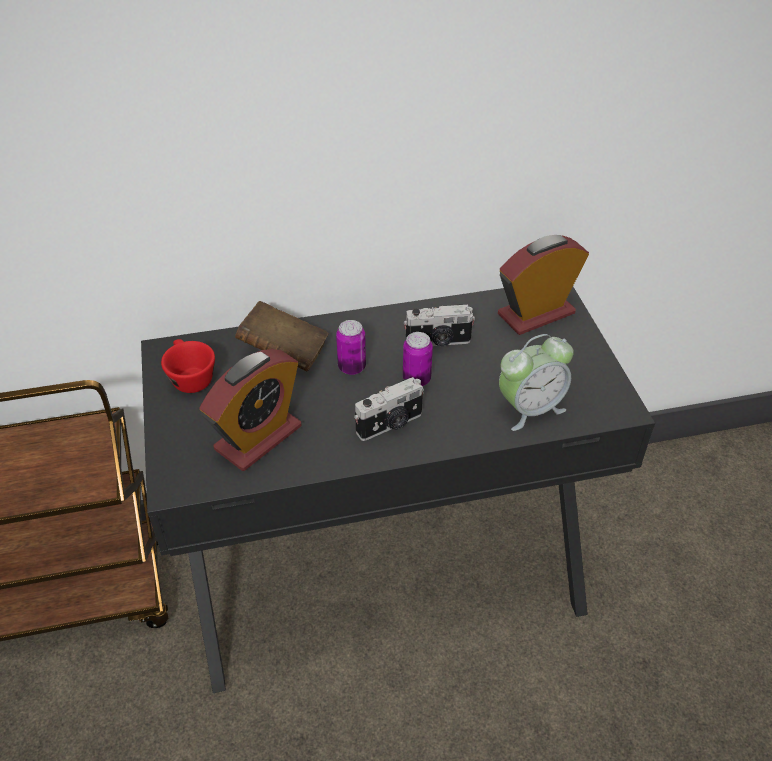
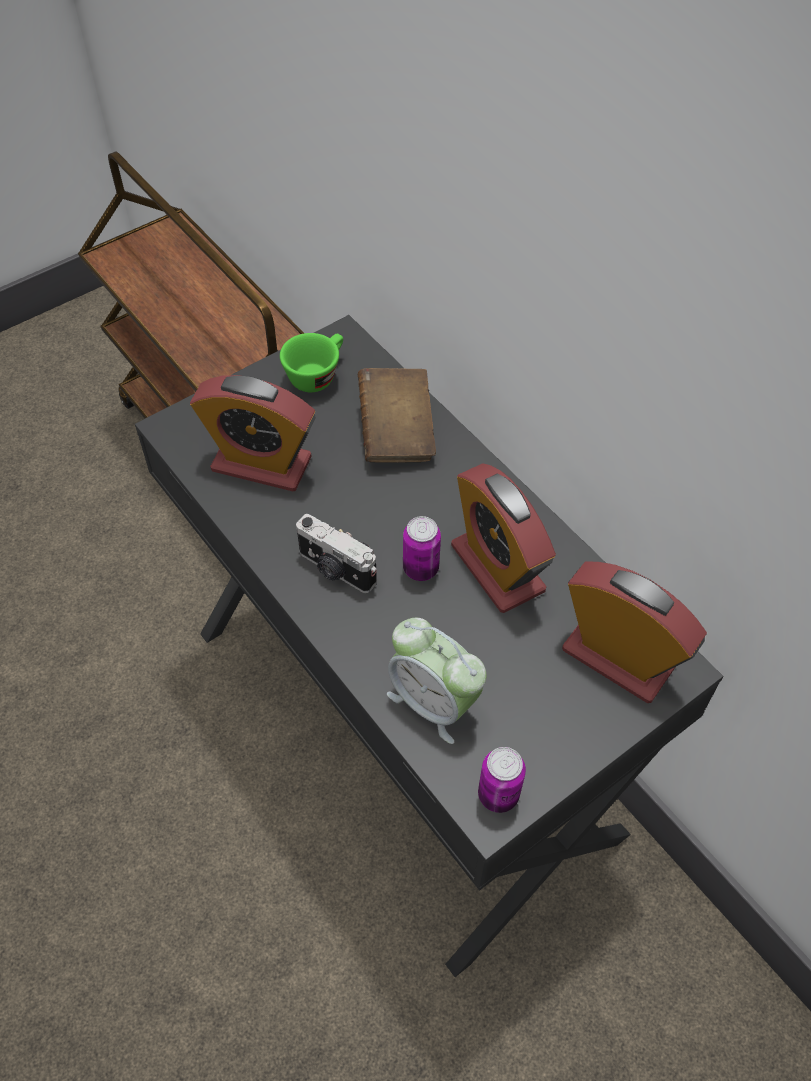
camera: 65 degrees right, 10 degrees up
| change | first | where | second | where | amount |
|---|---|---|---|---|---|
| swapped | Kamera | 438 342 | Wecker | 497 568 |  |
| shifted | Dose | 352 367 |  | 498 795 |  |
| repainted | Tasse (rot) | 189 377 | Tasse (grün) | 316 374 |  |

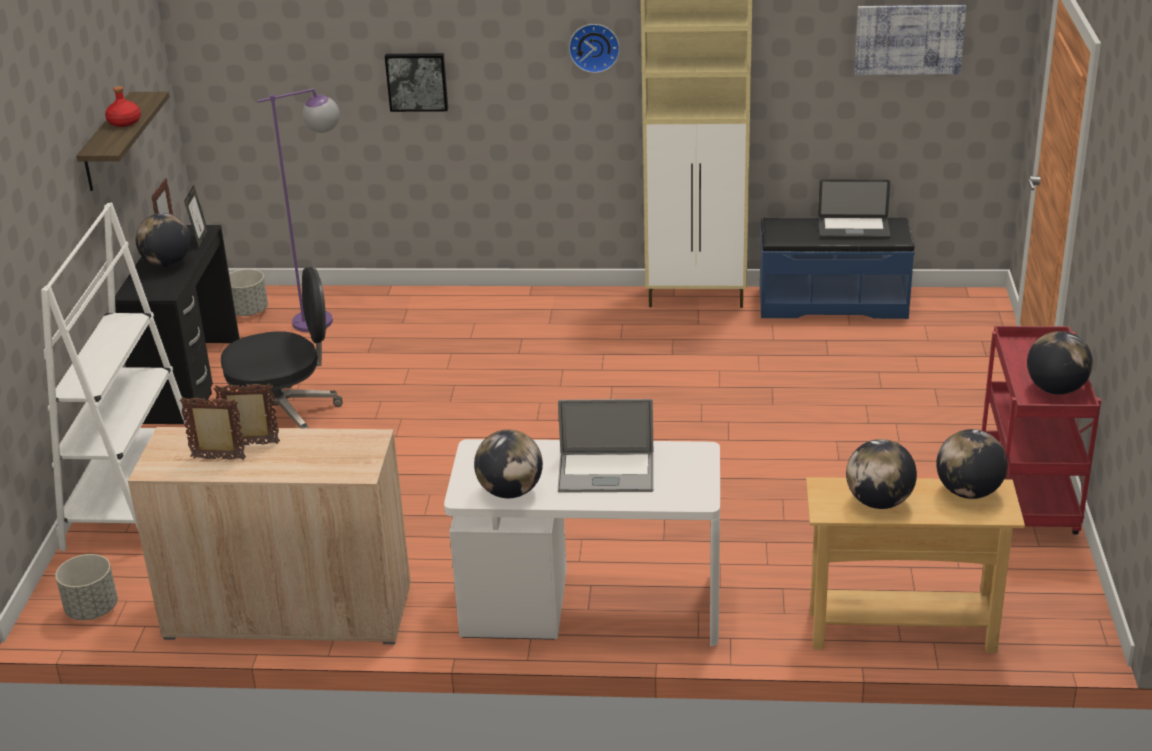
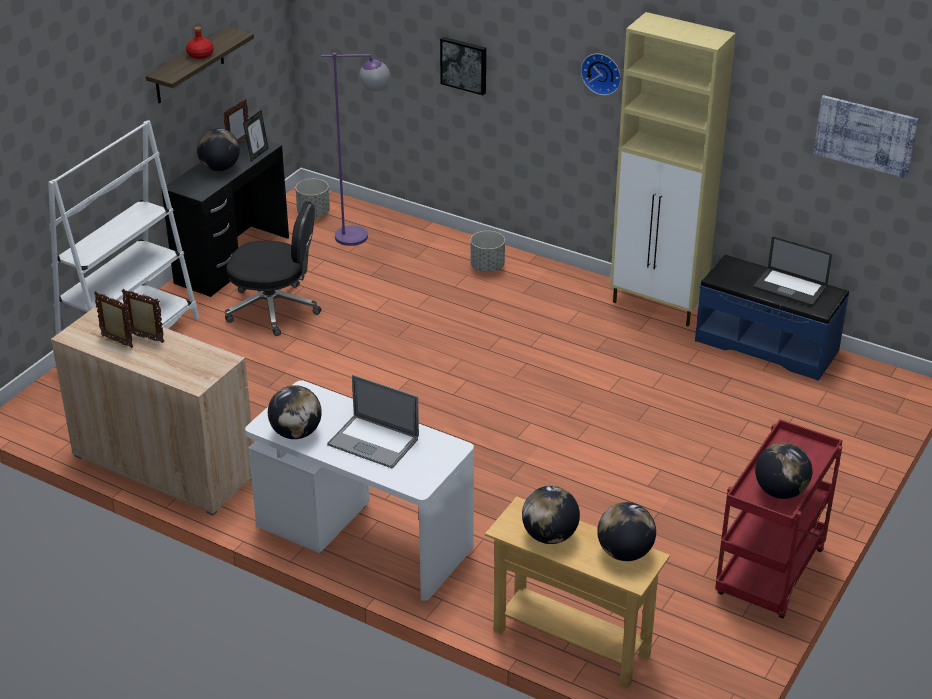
camera: 25 degrees right, 5 degrees up
| change | first | where | second | where | amount |
|---|---|---|---|---|---|
| shifted | Pflanzkübel (grau) | 92 609 |  | 487 267 |  |

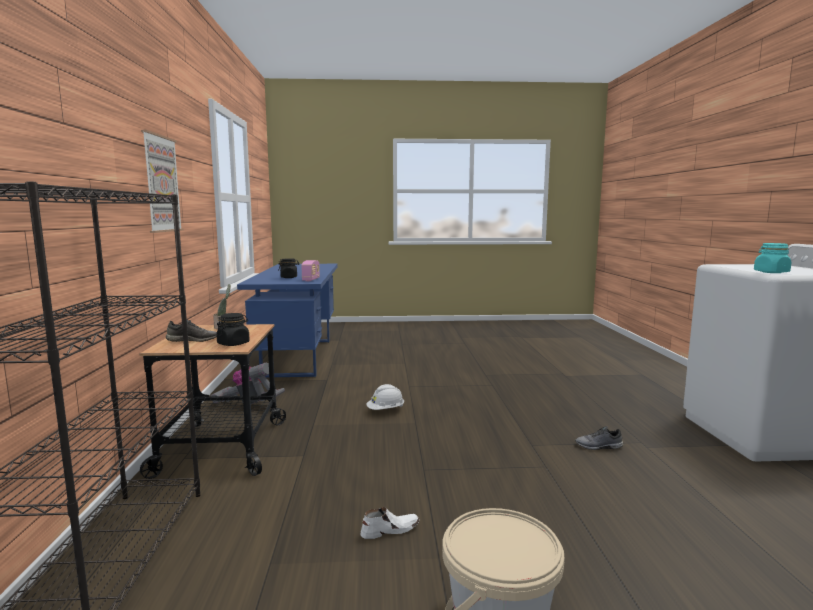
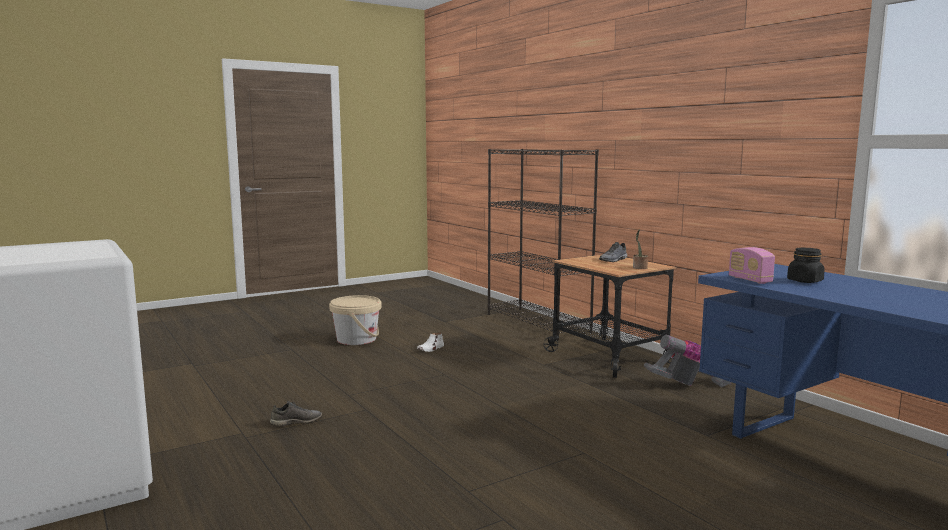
camera: 150 degrees right, 0 degrees up
| change | first | where | second | where | amount |
|---|---|---|---|---|---|
| gone | Bild | 161 184 |  |  |  |
| gone | Vorratsglas (türkis) | 771 272 |  |  |  |
| gone | Vorratsglas (schwarz) | 233 343 |  |  |  |
| gone | Schutzhelm (weiß) | 385 410 |  |  |  |

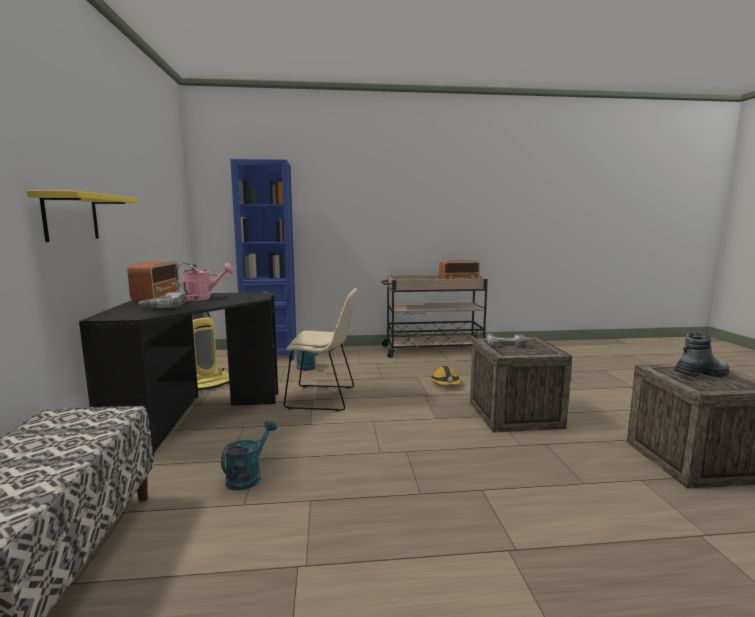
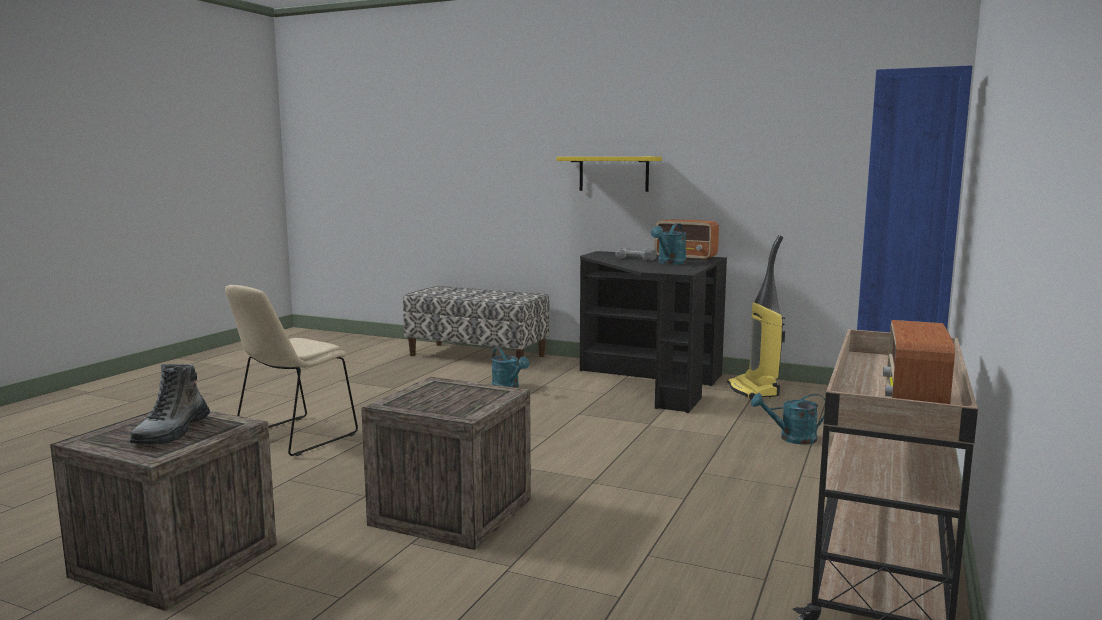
camera: 120 degrees right, 0 degrees up
| change | first | where | second | where | amount |
|---|---|---|---|---|---|
| repainted | Gießkanne (rosa) | 203 298 | Gießkanne (türkis) | 669 263 |  |
| shifted | Stuhl (beige) | 324 398 |  | 293 437 |  |
| gone | Bohrmaschine | 504 344 |  |  |  |
| gone | Schutzhelm | 445 384 |  |  |  |

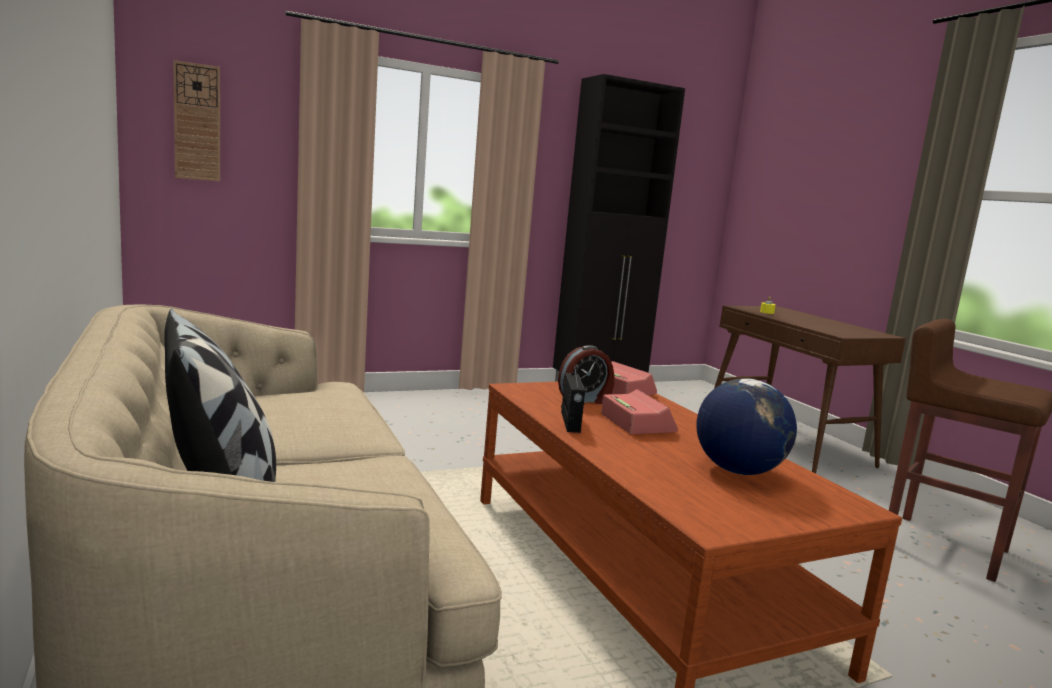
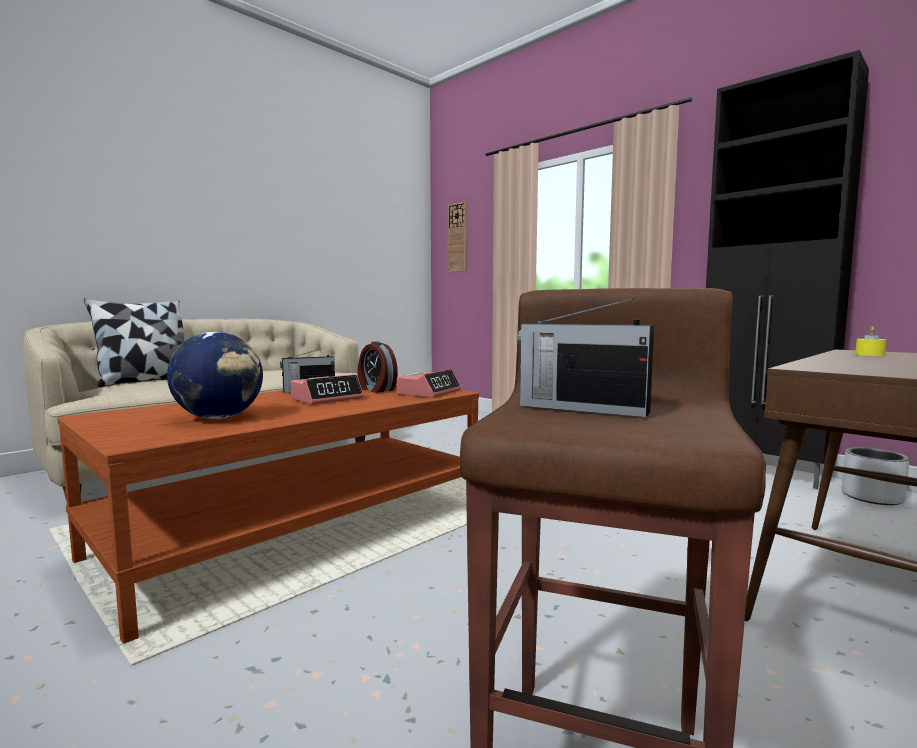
camera: 70 degrees right, 5 degrees down
| change | first | where | second | where | amount |
|---|---|---|---|---|---|
| new |  |  | Radio | 580 408 |  |
| new |  |  | Pflanzkübel (grau) | 872 497 |  |

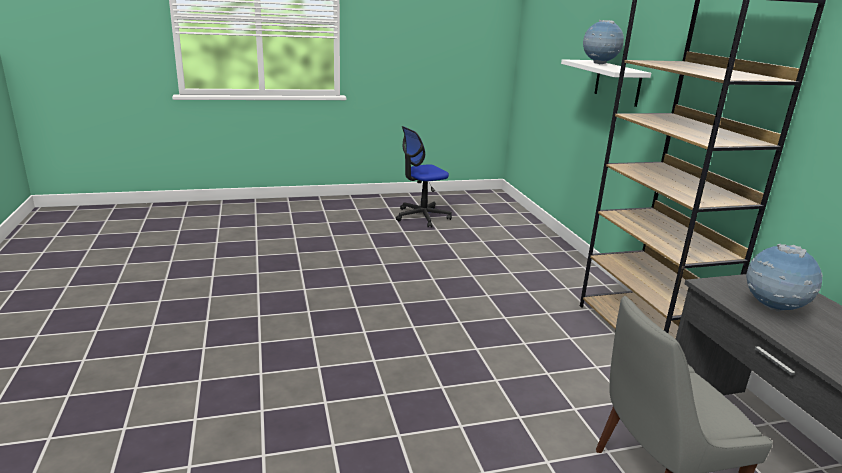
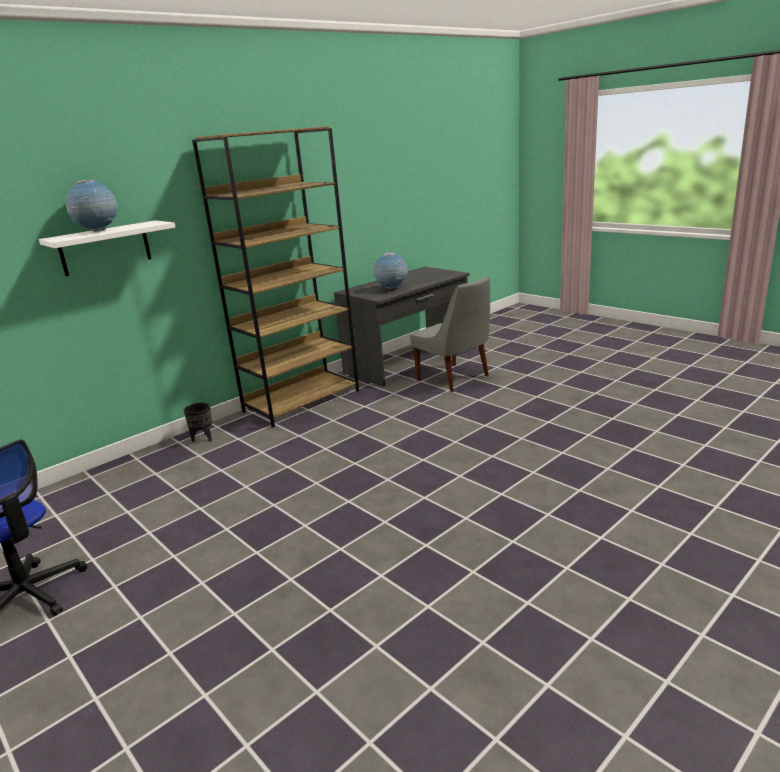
camera: 115 degrees left, 0 degrees up
| change | first | where | second | where | amount |
|---|---|---|---|---|---|
| new |  |  | Pflanzkübel (schwarz) | 203 439 |  |

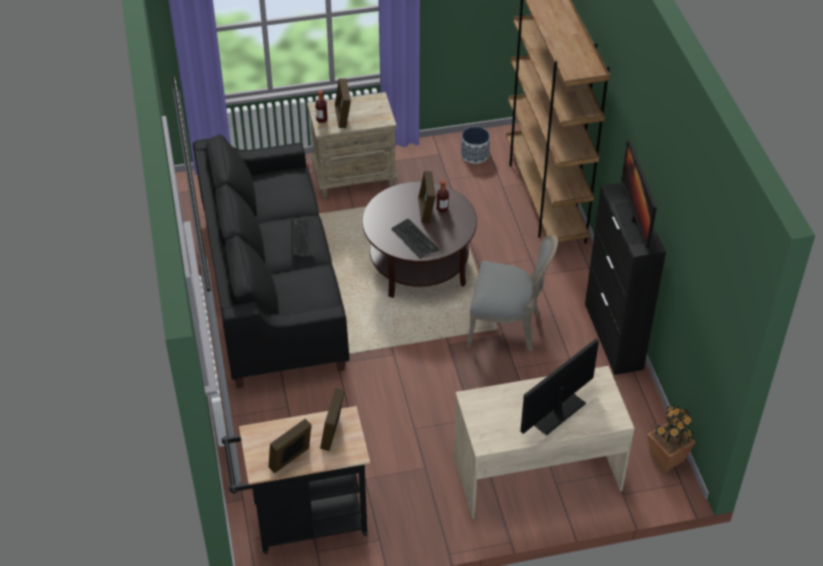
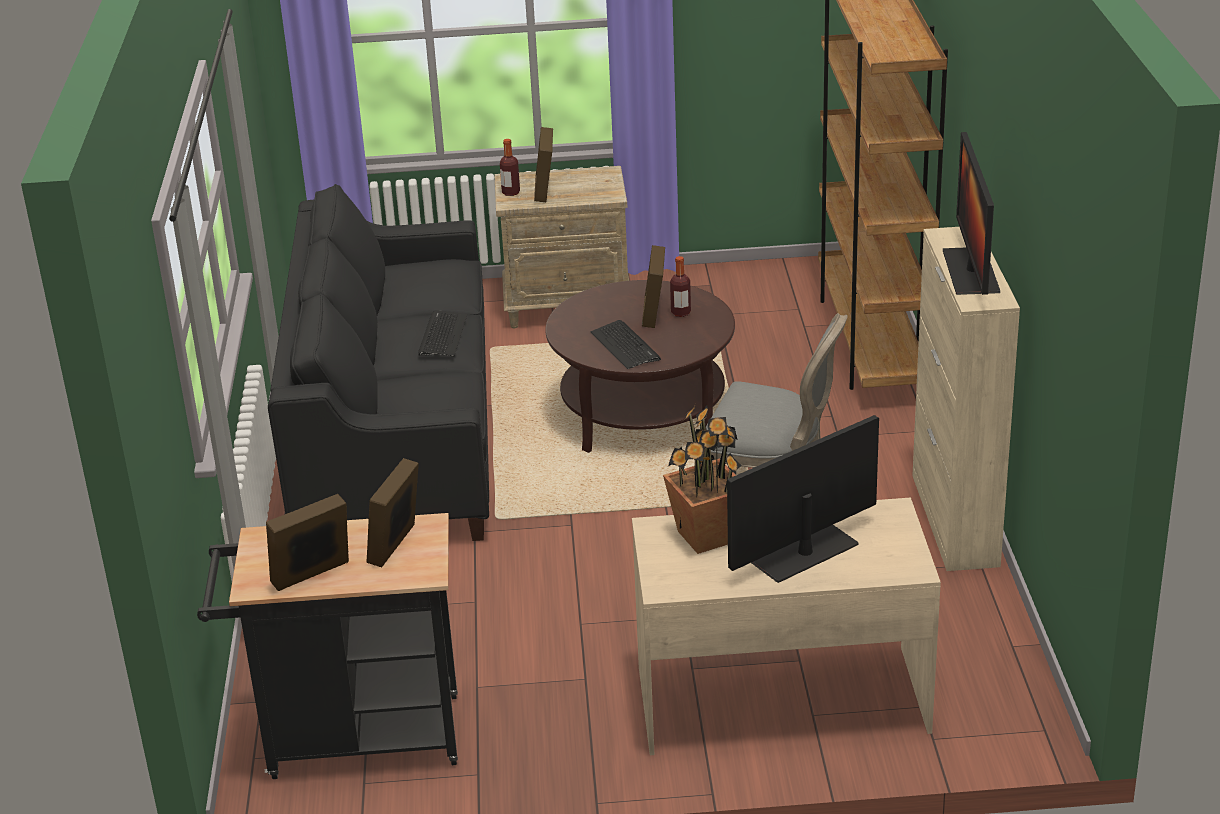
camera: 10 degrees right, 15 degrees down
| change | first | where | second | where | amount |
|---|---|---|---|---|---|
| gone | Pflanzkübel | 475 155 |  |  |  |
| repainted | Schrank (schwarz) | 613 336 | Schrank (beige) | 954 520 |  |
| shifted | Topfpflanze | 667 458 |  | 707 536 |  |

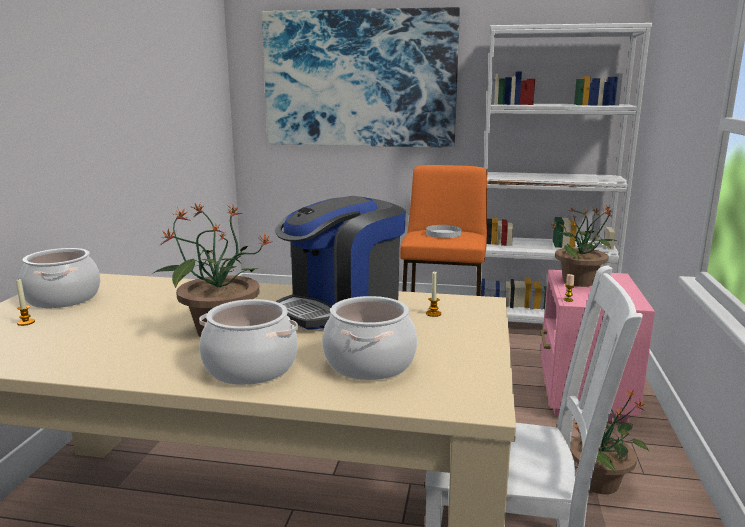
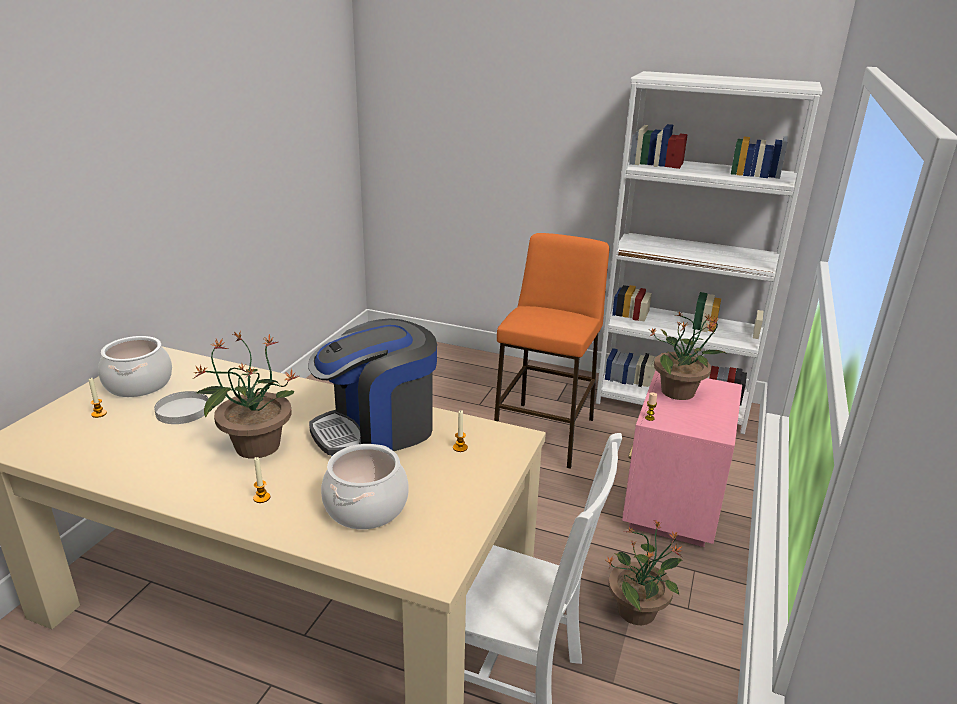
camera: 10 degrees right, 10 degrees up
| change | first | where | second | where | amount |
|---|---|---|---|---|---|
| gone | Bild | 359 79 |  |  |  |
| shifted | Teller (weiß) | 443 233 |  | 182 410 |  |
| swapped | Kochtopf | 250 367 | Kerze | 261 498 |  |

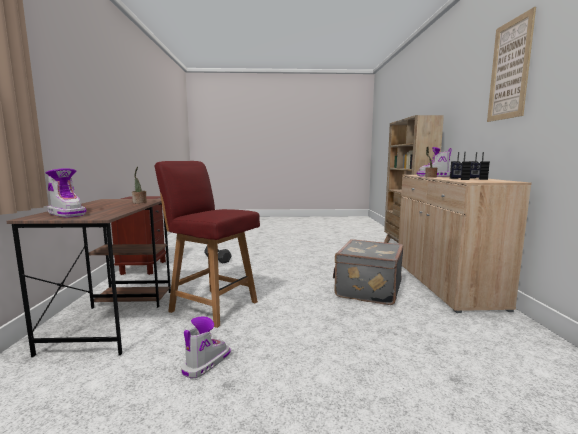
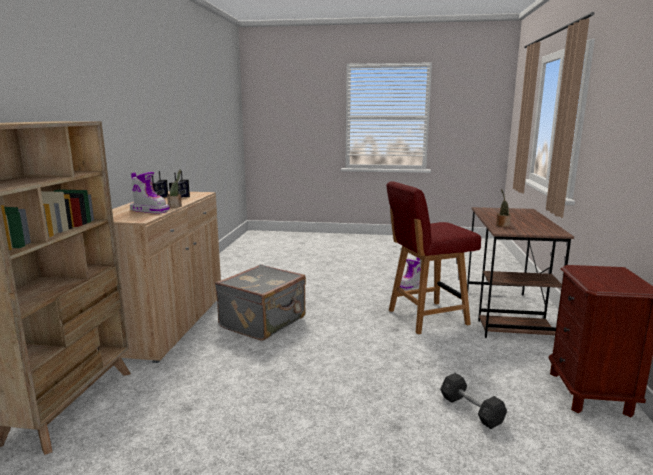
camera: 170 degrees left, 5 degrees up
| change | first | where | second | where | amount |
|---|---|---|---|---|---|
| gone | Bild | 509 70 |  |  |  |
| rotated | Stuhl (rot) | 212 306 |  | 426 317 | 120 degrees clockwise |
| gone | Stiefel | 67 214 |  |  |  |

